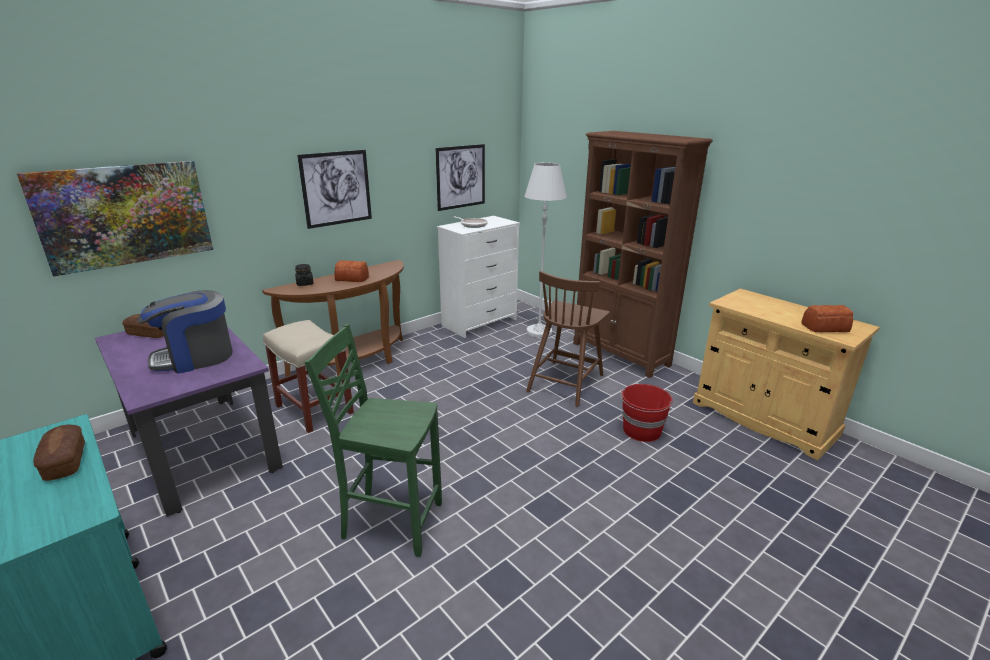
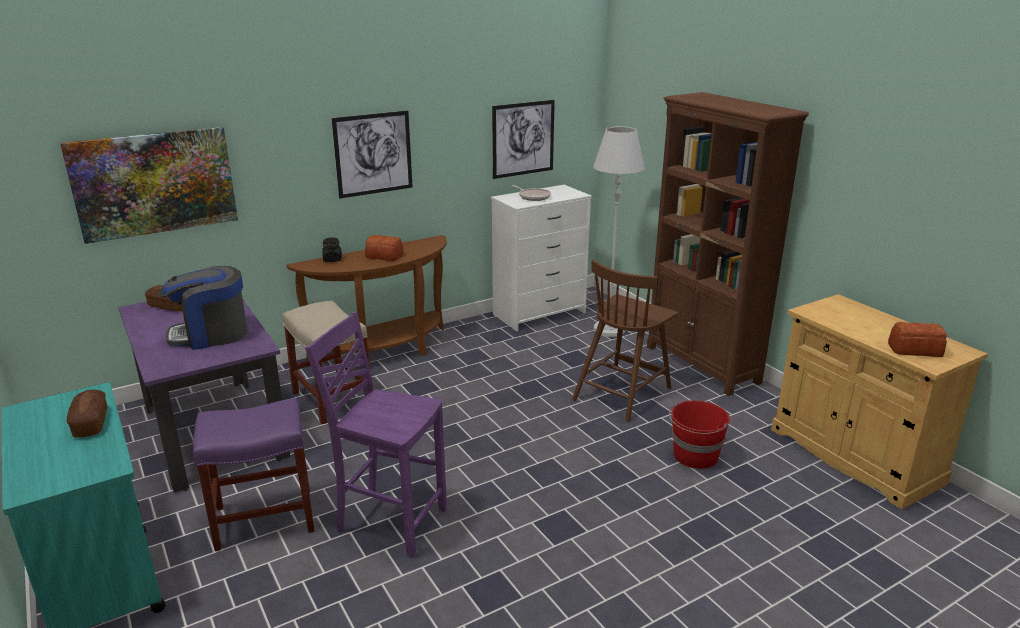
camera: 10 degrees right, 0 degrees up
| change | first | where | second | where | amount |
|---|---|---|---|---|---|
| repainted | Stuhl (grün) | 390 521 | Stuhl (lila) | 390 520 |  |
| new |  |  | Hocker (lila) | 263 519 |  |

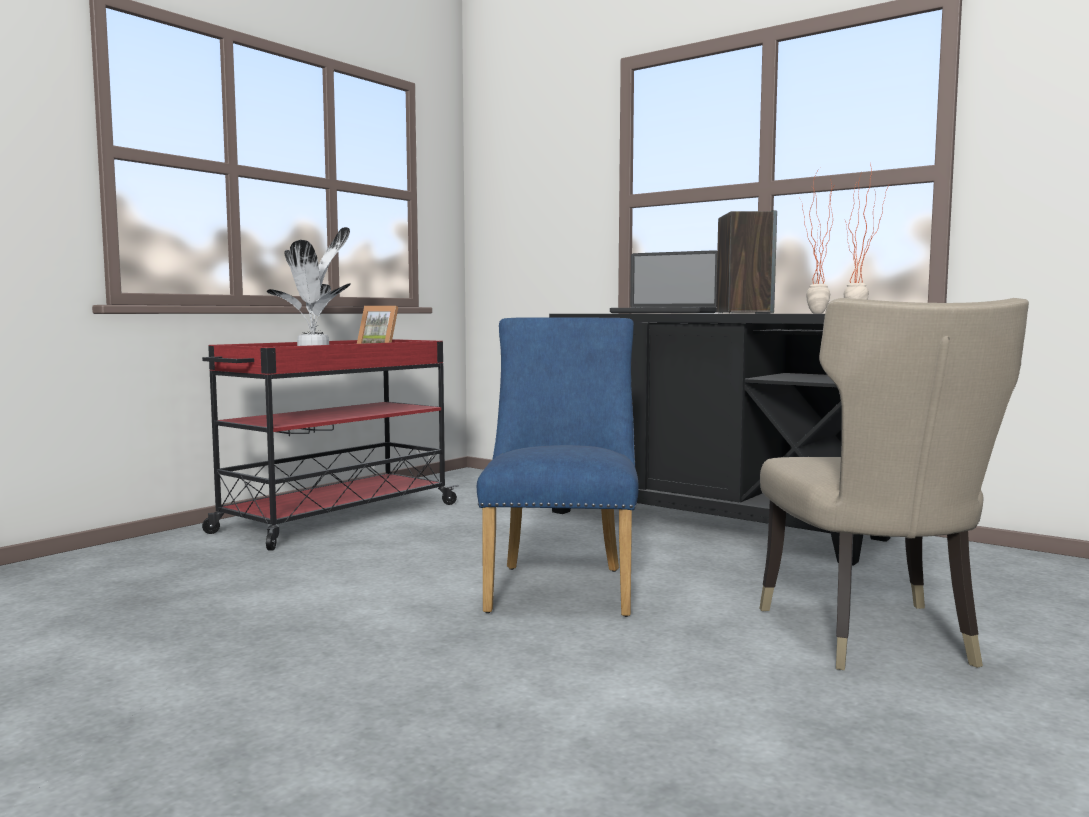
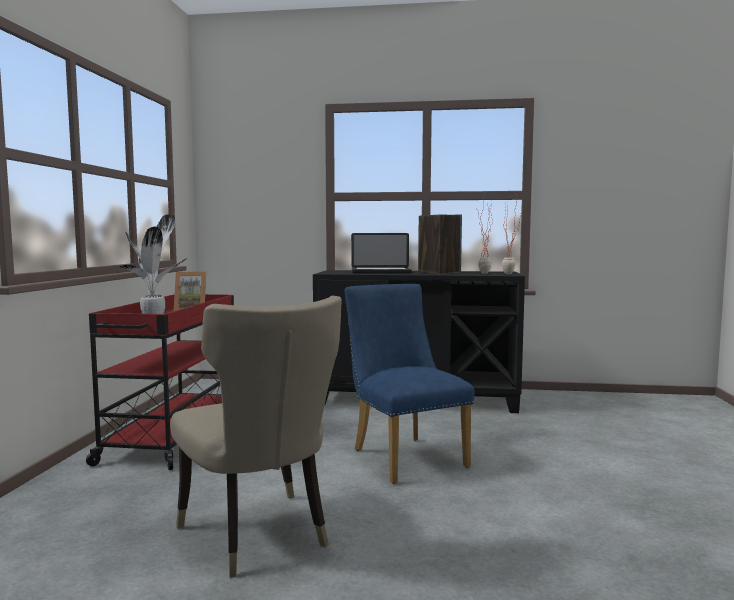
camera: 30 degrees left, 0 degrees up
| change | first | where | second | where | amount |
|---|---|---|---|---|---|
| shifted | Stuhl (beige) | 874 638 |  | 259 536 |  |

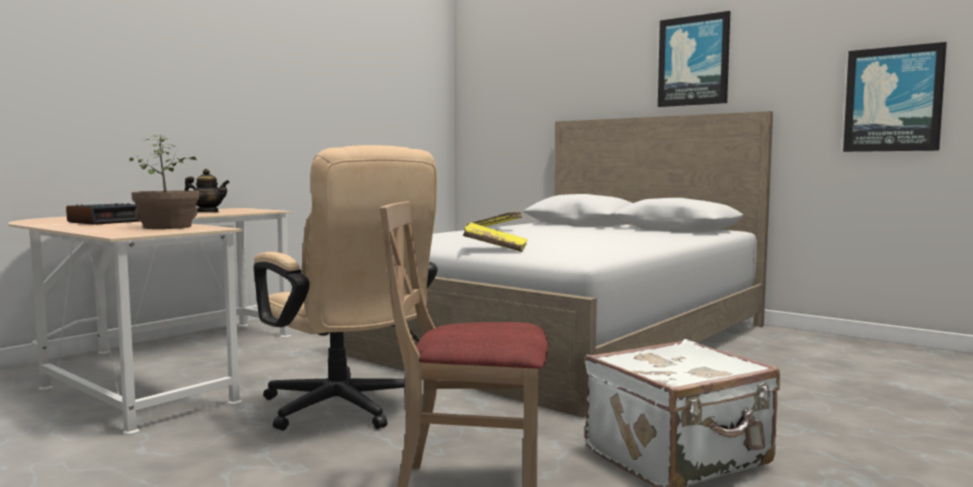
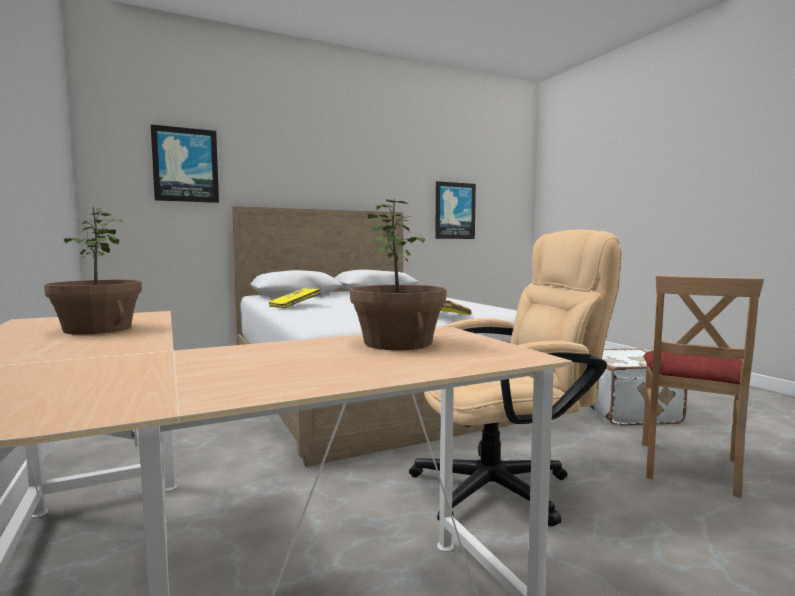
camera: 65 degrees left, 0 degrees up
| change | first | where | second | where | amount |
|---|---|---|---|---|---|
| shifted | Bild | 693 61 |  | 185 165 |  |
| swapped | Teekanne | 207 212 | Topfpflanze | 97 329 |  |
| gone | Wecker | 105 221 |  |  |  |

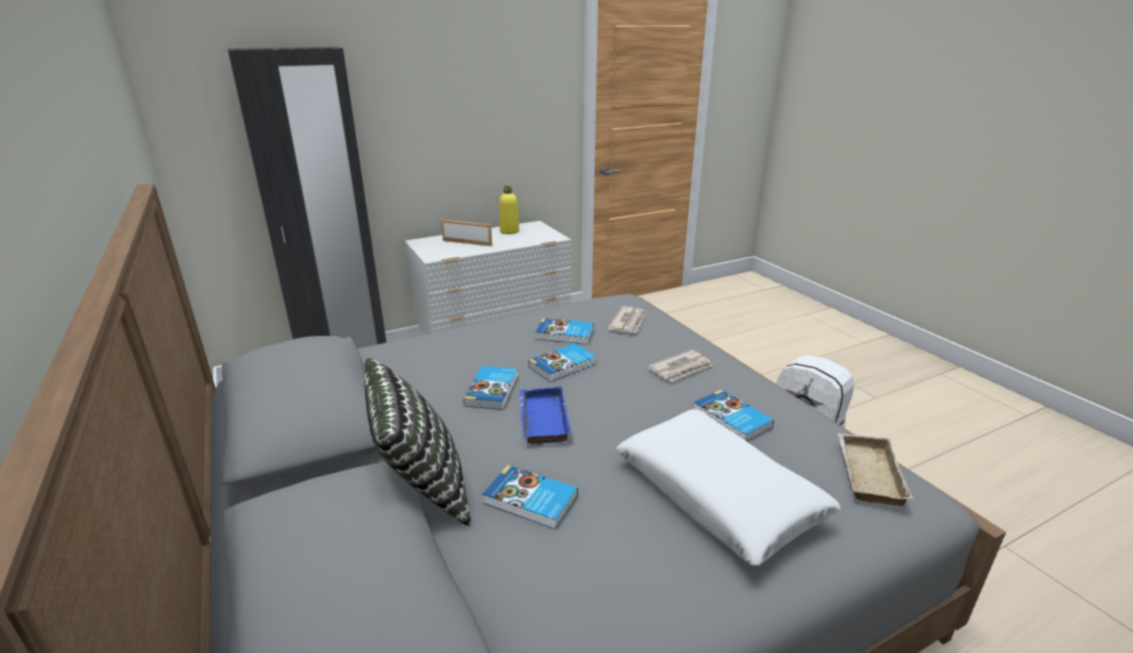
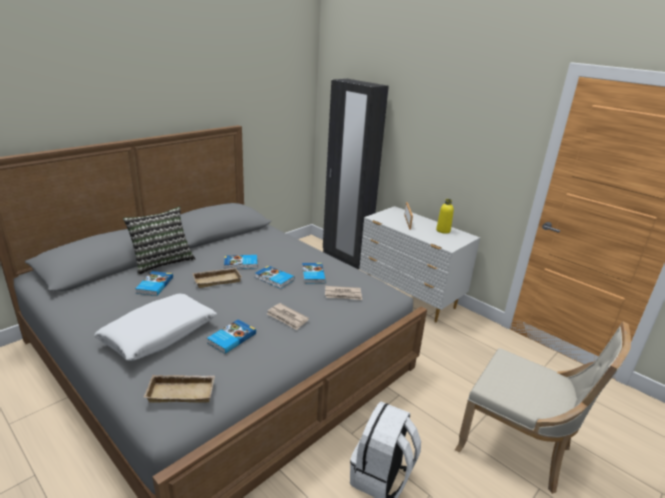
camera: 70 degrees right, 0 degrees up
| change | first | where | second | where | amount |
|---|---|---|---|---|---|
| repainted | Tablett (blau) | 541 419 | Tablett (beige) | 217 279 |  |
| new |  |  | Stuhl (beige) | 518 448 |  |

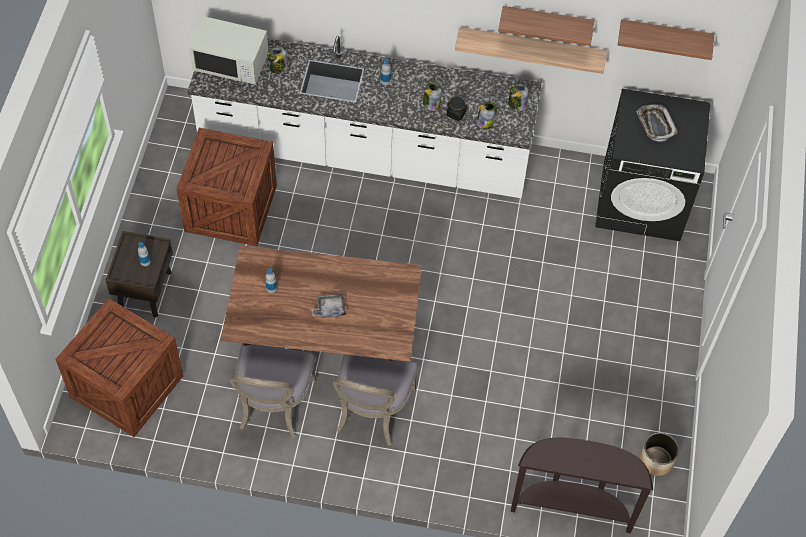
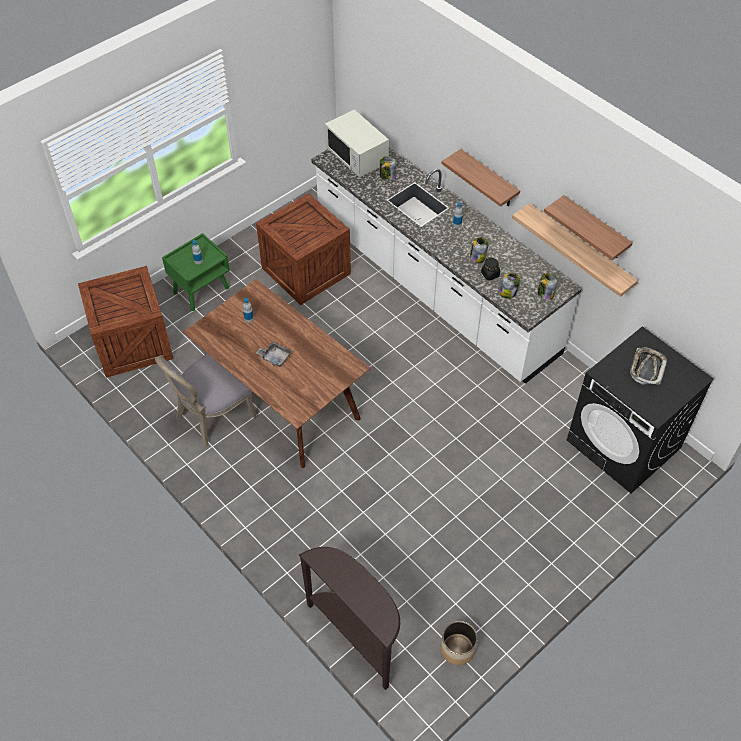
camera: 40 degrees right, 5 degrees down
| change | first | where | second | where | amount |
|---|---|---|---|---|---|
| shifted | Wandregal | 664 37 |  | 488 179 |  |
| repainted | Nachttisch (braun) | 145 290 | Nachttisch (grün) | 201 290 |  |
| gone | Stuhl (grau) | 371 412 |  |  |  |

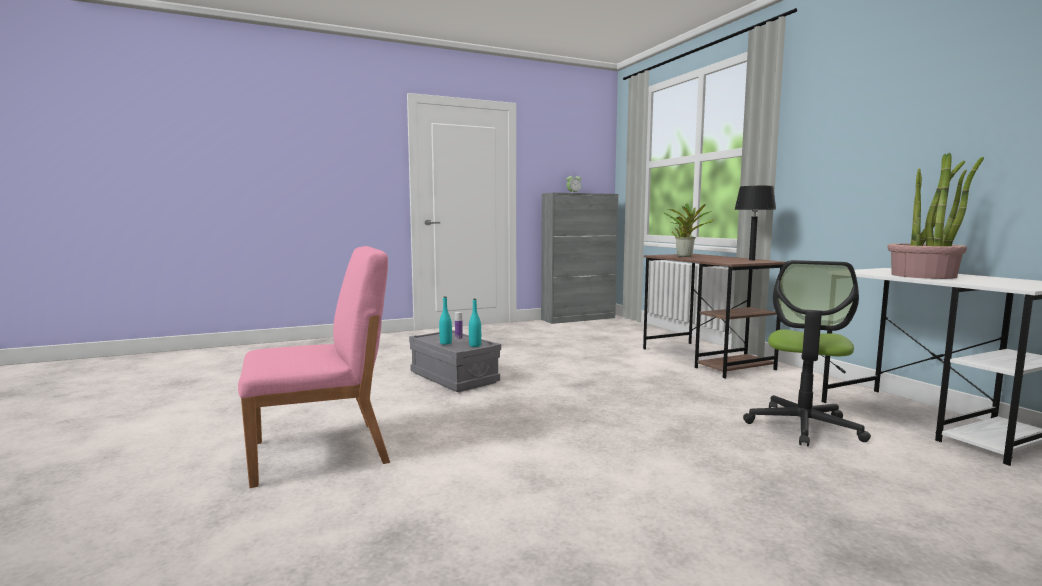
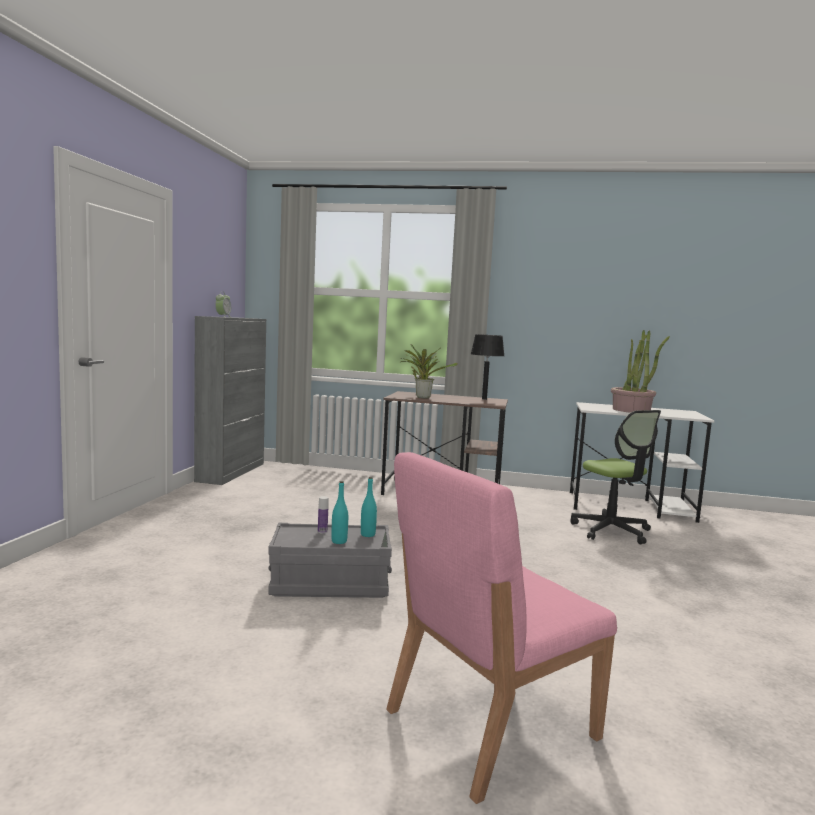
camera: 55 degrees left, 0 degrees up
| change | first | where | second | where | amount |
|---|---|---|---|---|---|
| rotated | Stuhl (rosa) | 322 452 |  | 488 724 | 135 degrees counterclockwise |

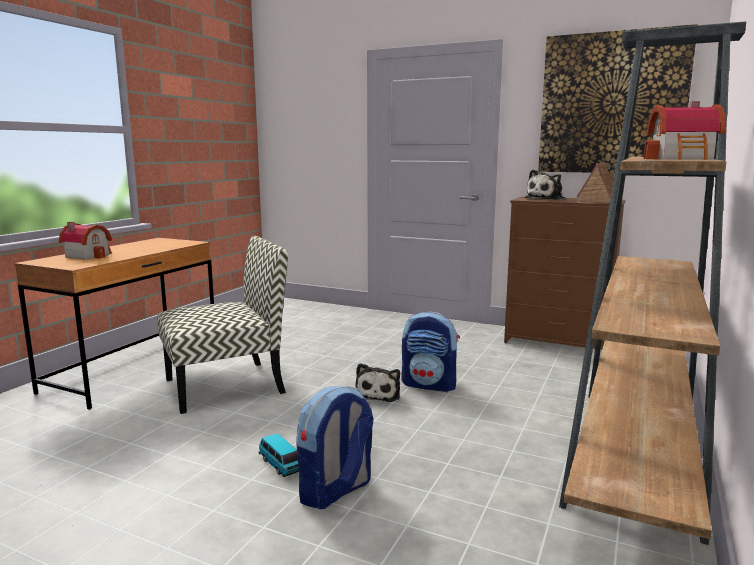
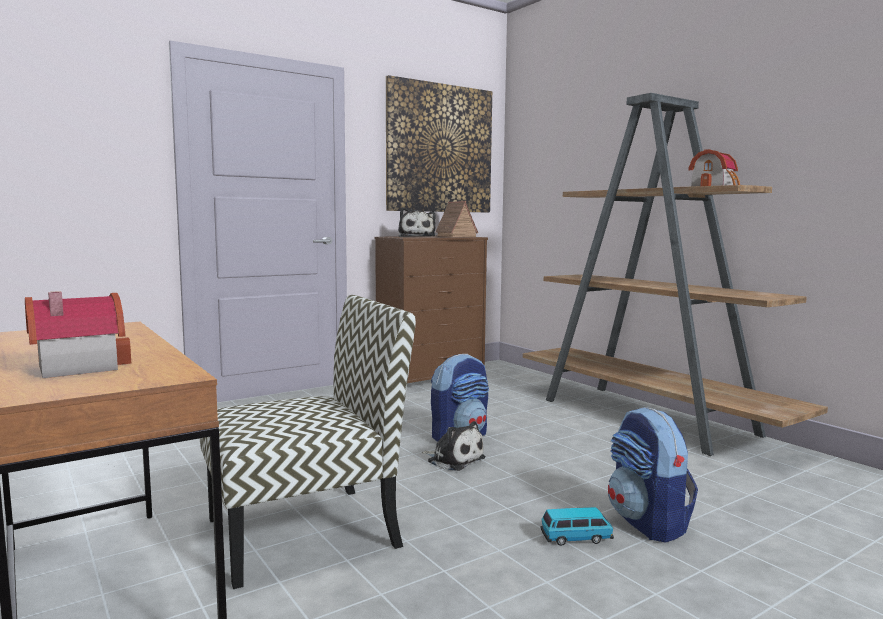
camera: 60 degrees left, 5 degrees down
| change | first | where | second | where | amount |
|---|---|---|---|---|---|
| rotated | Stuhl | 226 385 |  | 306 531 | 60 degrees clockwise |

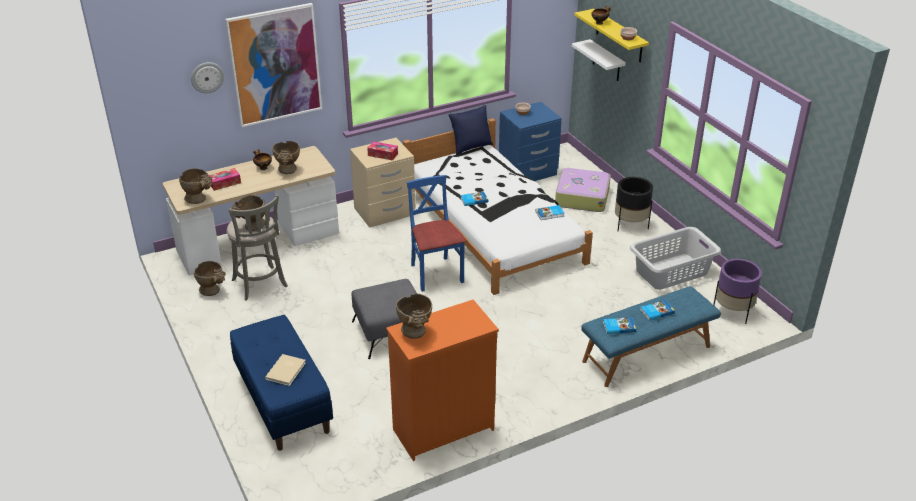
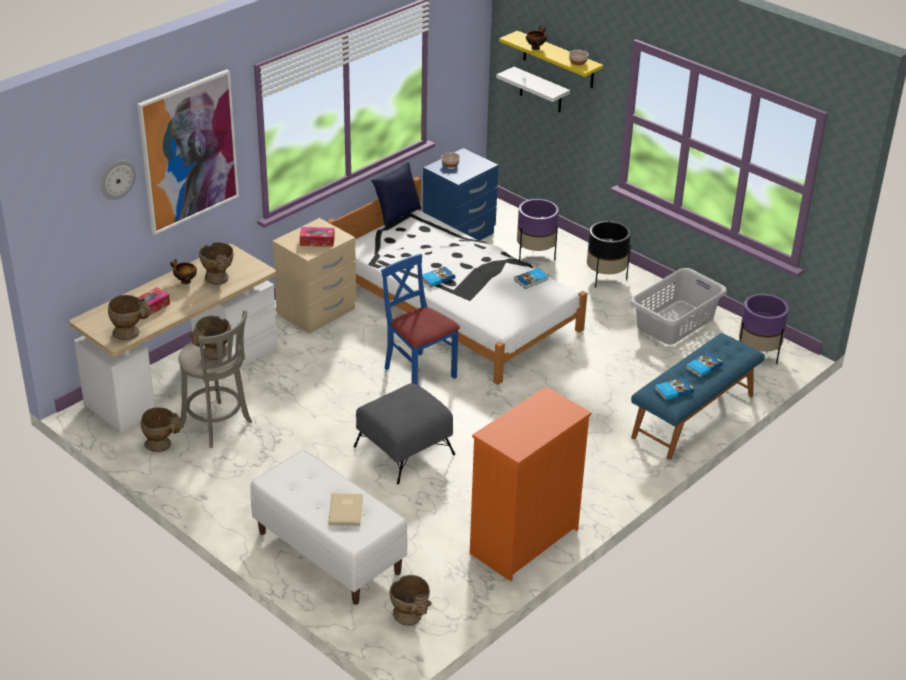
camera: 20 degrees left, 0 degrees up
| change | first | where | second | where | amount |
|---|---|---|---|---|---|
| swapped | Koffer | 582 197 | Pflanzkübel (lila) | 535 254 |  |
| shifted | Vase (beige) | 415 333 |  | 411 618 |  |
| repainted | Bank (blau) | 282 402 | Bank (weiß) | 328 552 |  |

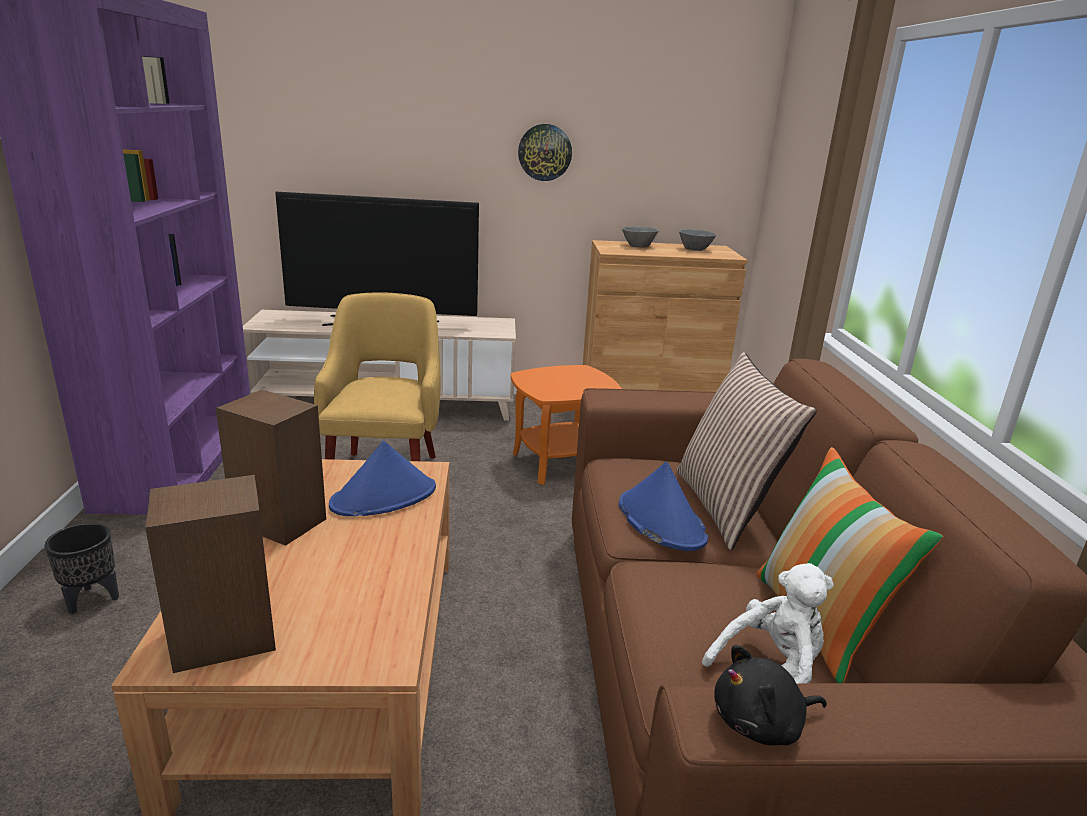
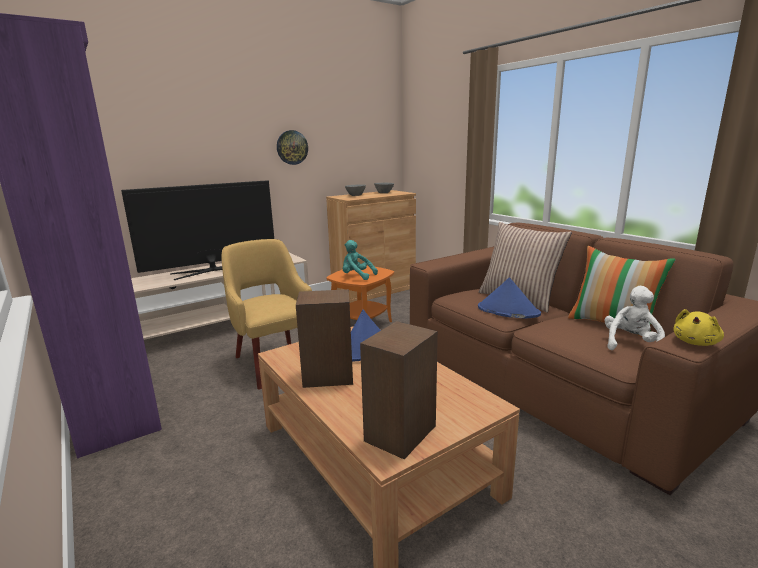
camera: 30 degrees left, 5 degrees down
| change | first | where | second | where | amount |
|---|---|---|---|---|---|
| gone | Pflanzkübel (schwarz) | 91 600 |  |  |  |
| repainted | Plüschtier (schwarz) | 761 724 | Plüschtier (gelb) | 695 342 |  |
| new |  |  | Plüschtier (türkis) | 357 276 |  |

